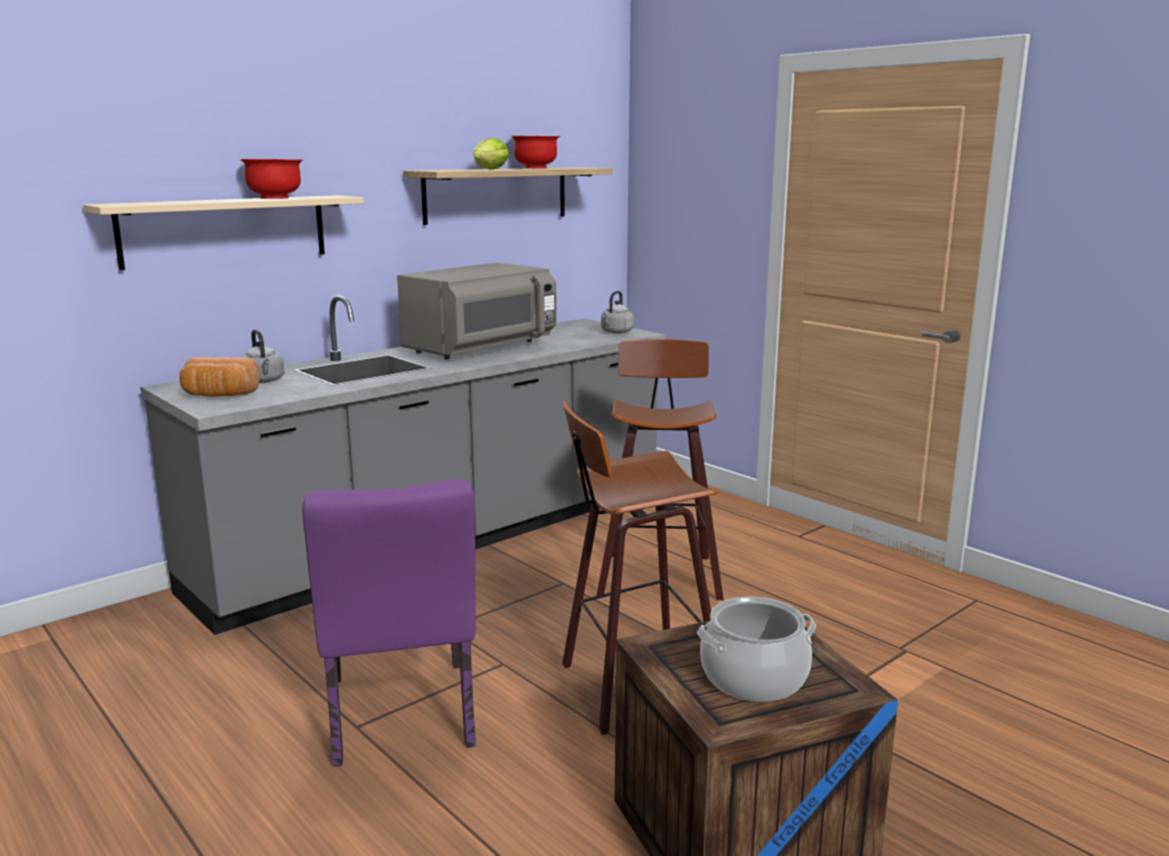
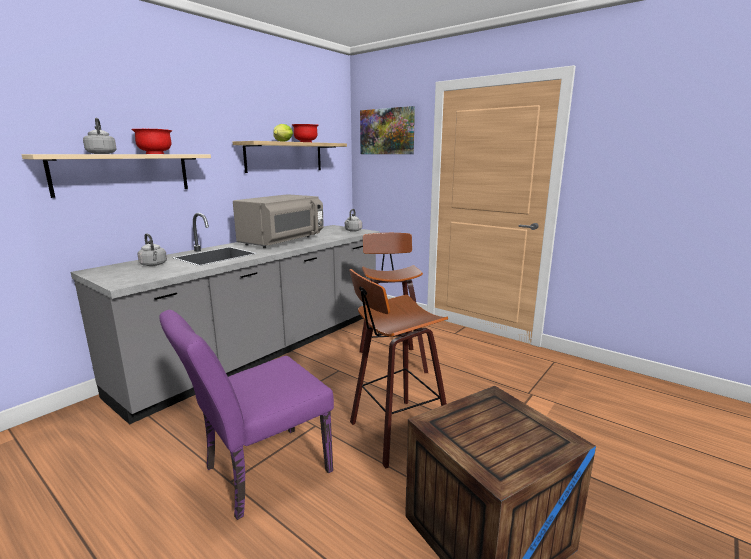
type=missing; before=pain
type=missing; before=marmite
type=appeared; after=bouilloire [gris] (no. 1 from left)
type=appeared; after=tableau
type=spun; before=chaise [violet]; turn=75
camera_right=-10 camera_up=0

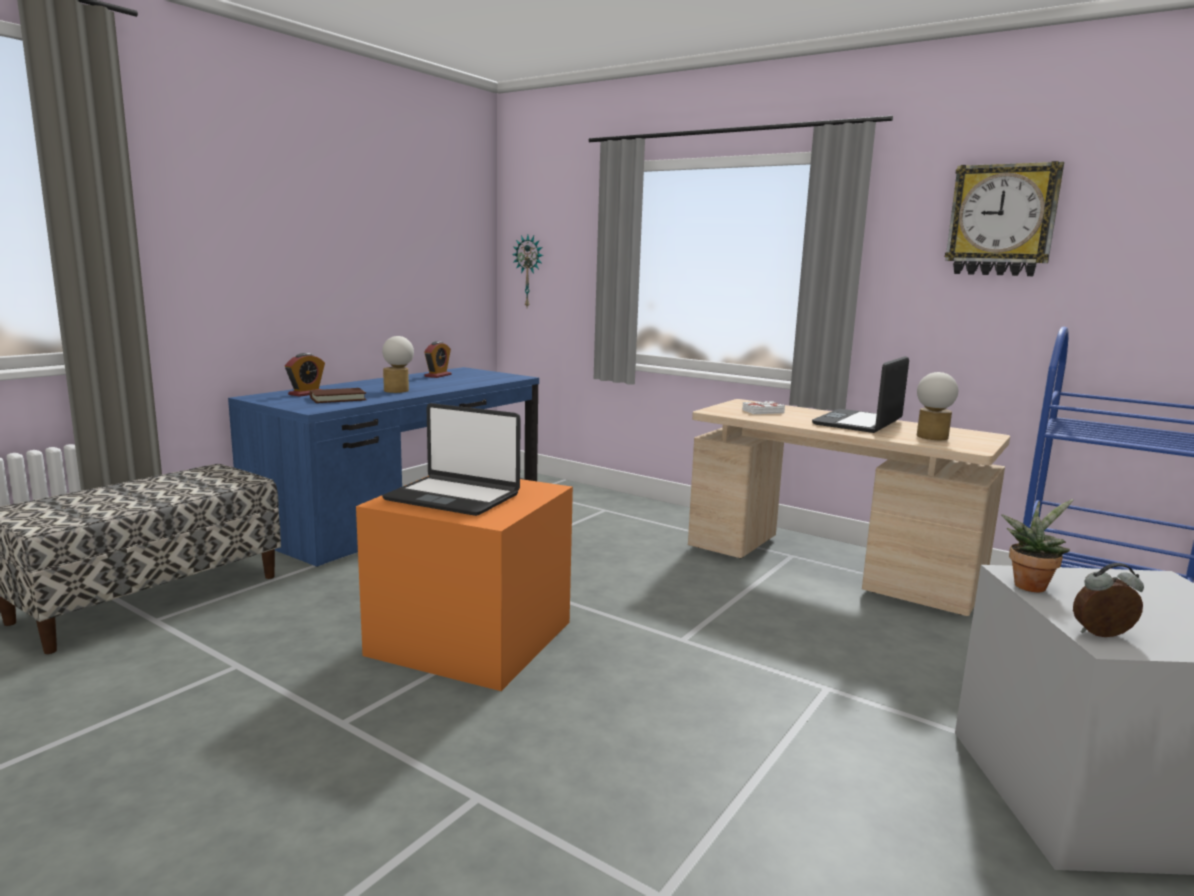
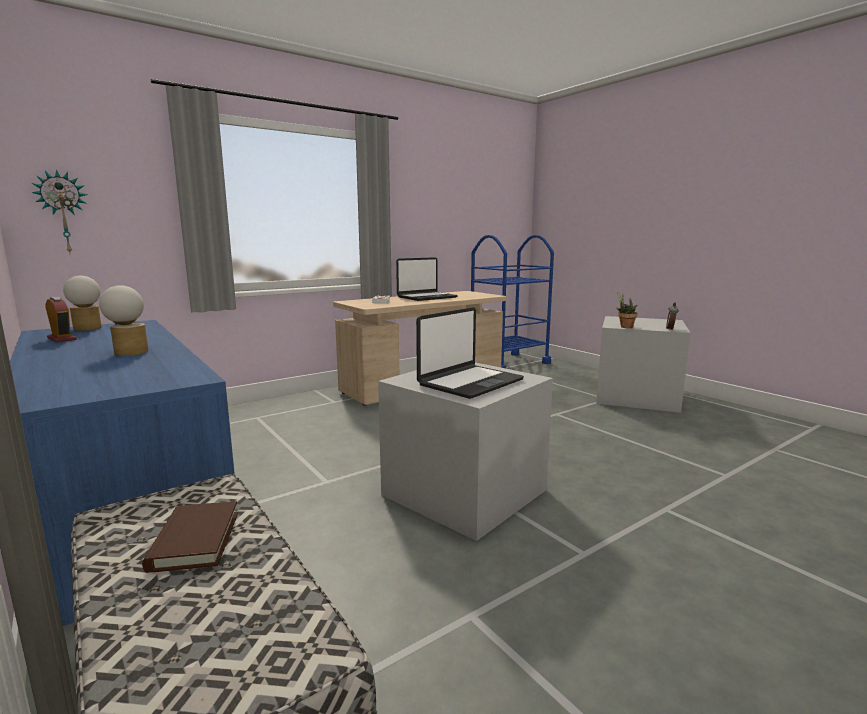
type=missing; before=réveil (no. 1 from left)
type=missing; before=horloge murale (no. 2 from left)
type=relocated; before=livre [marron]
type=relocated; before=lampe de table (no. 2 from left in the first image); after=lampe de table (no. 1 from left)
type=colour; before=boîte de rangement [orange]; after=boîte de rangement [gris] (no. 1 from left)
type=spun; before=ordinateur portable (no. 2 from left in the first image); turn=-90
camera_right=-70 camera_up=0

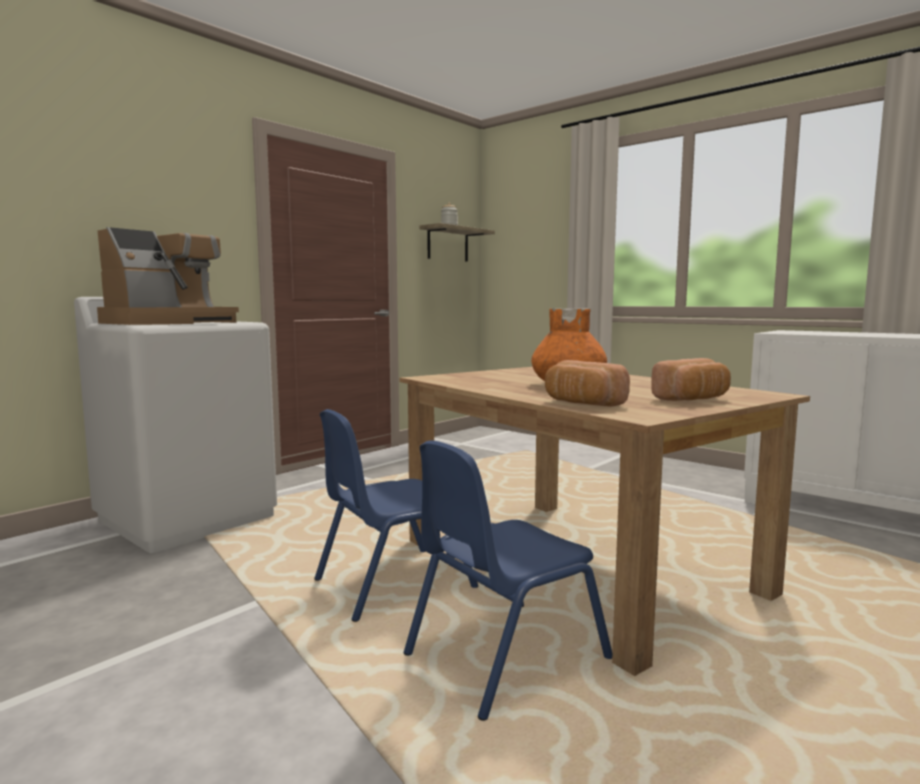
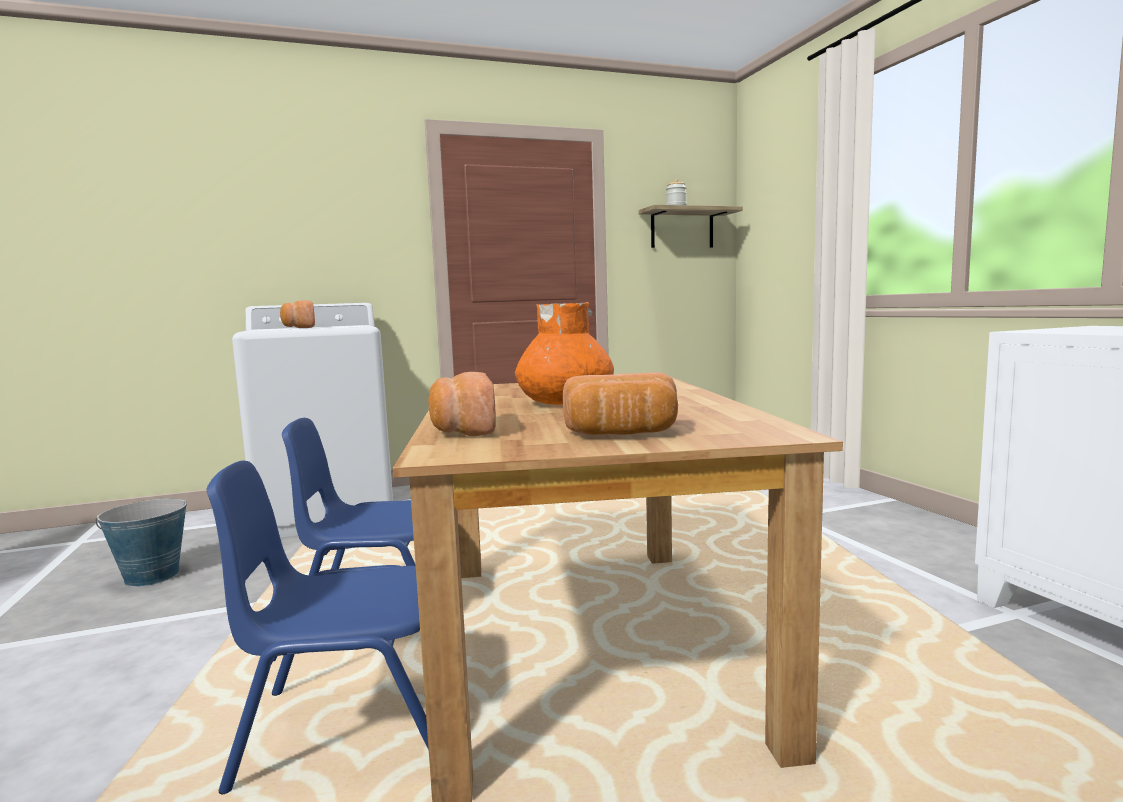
type=appeared; after=seau
type=exchanged; before=machine à café; after=pain (no. 1 from left)
camera_right=30 camera_up=0

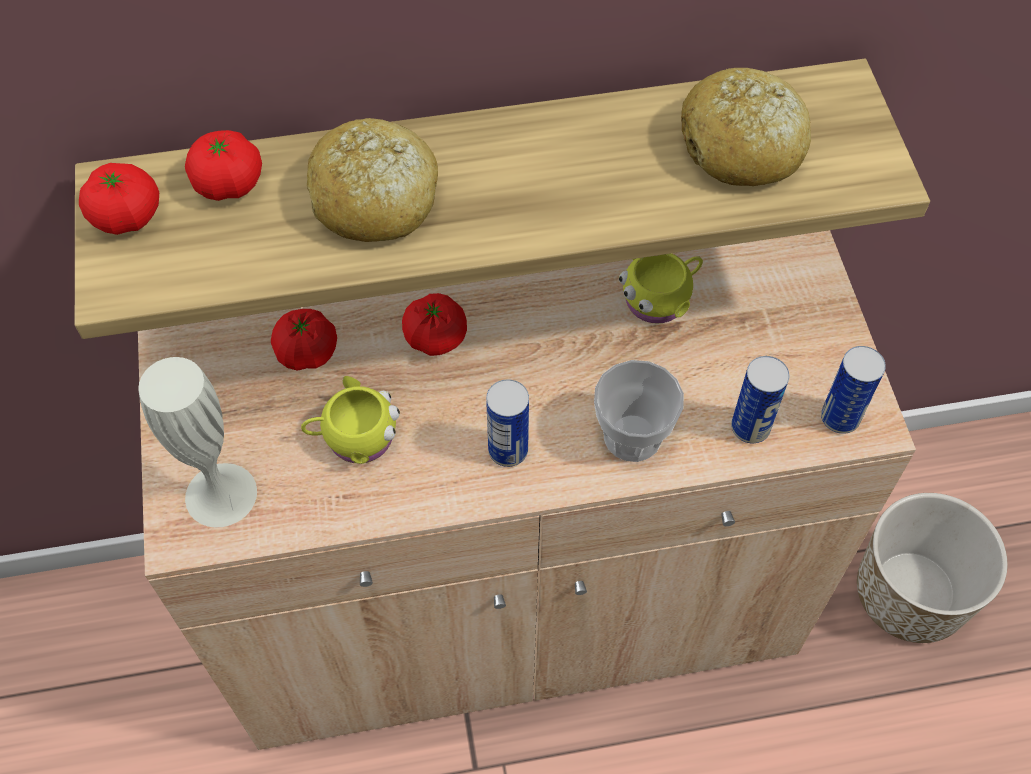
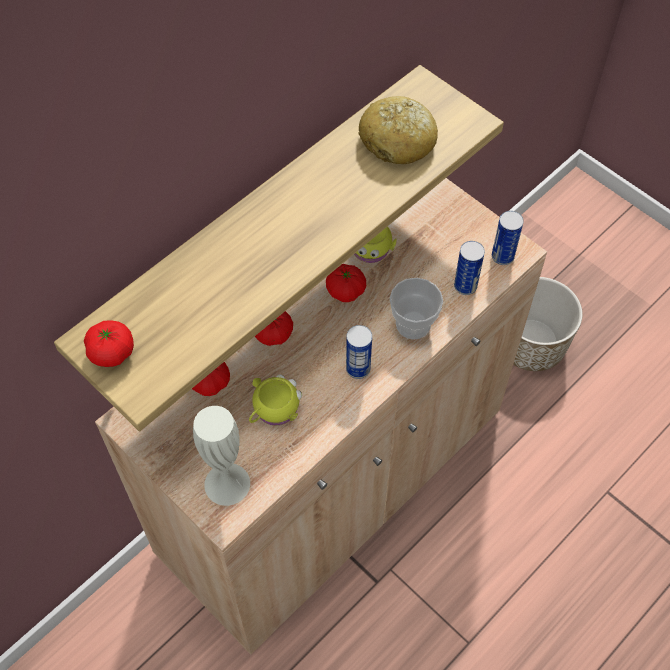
type=missing; before=pain (no. 1 from left)
type=relocated; before=tomate (no. 2 from left in the first image); after=tomate (no. 4 from left)
camera_right=-35 camera_up=0

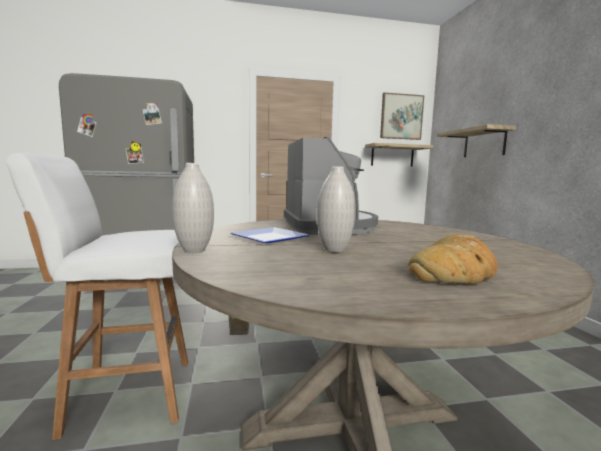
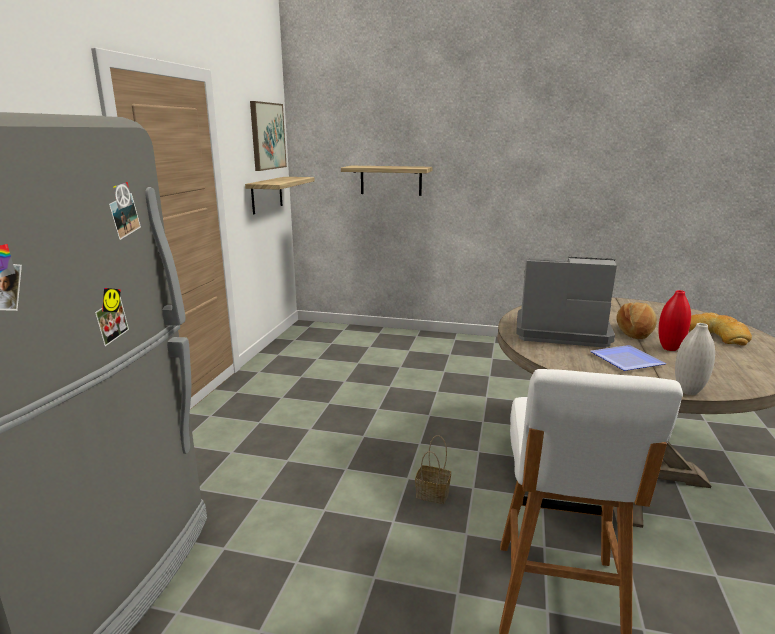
type=appeared; after=pain (no. 1 from left)
type=colour; before=vase [blanc] (no. 2 from left); after=vase [rouge]
camera_right=-65 camera_up=10

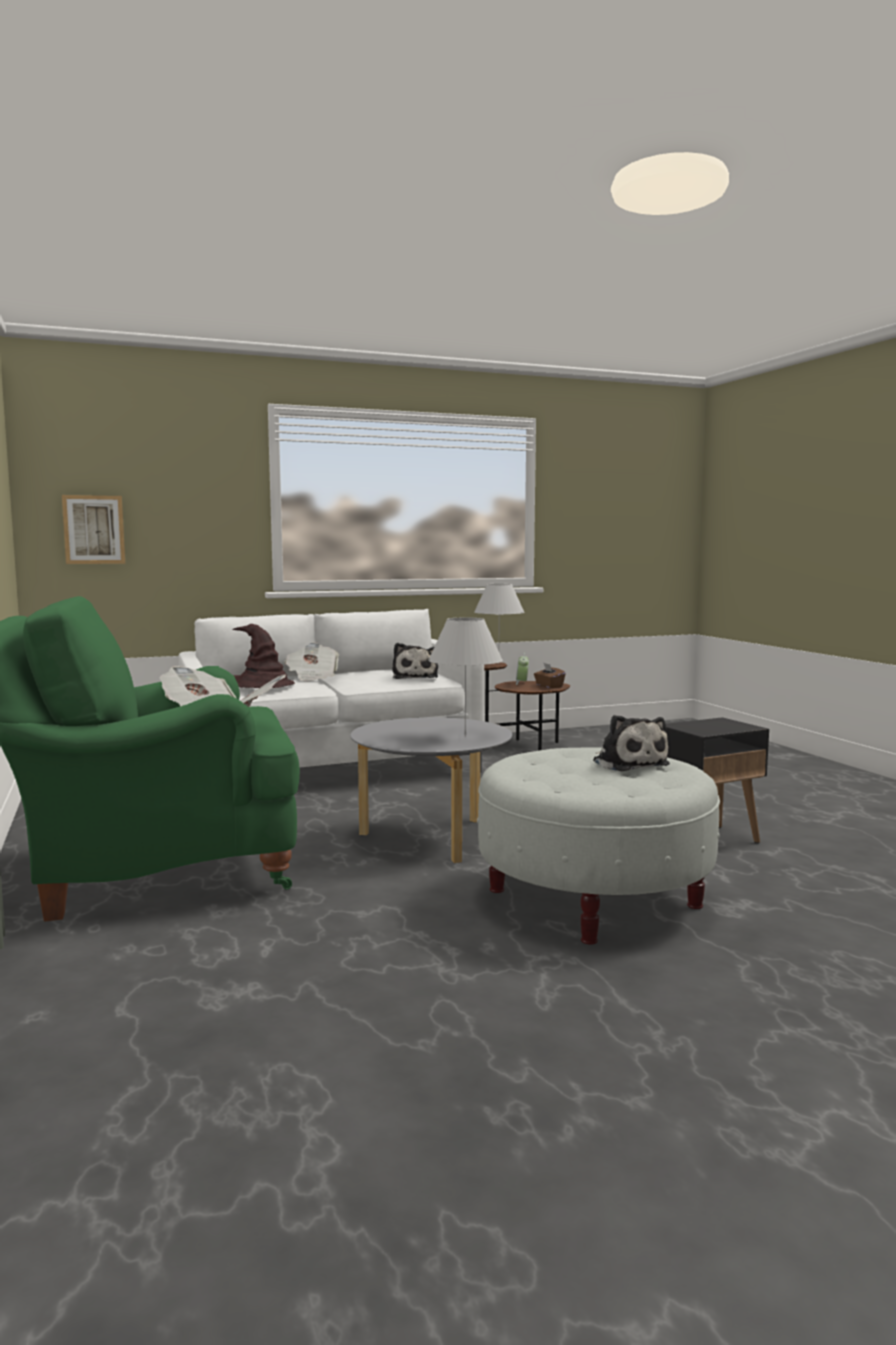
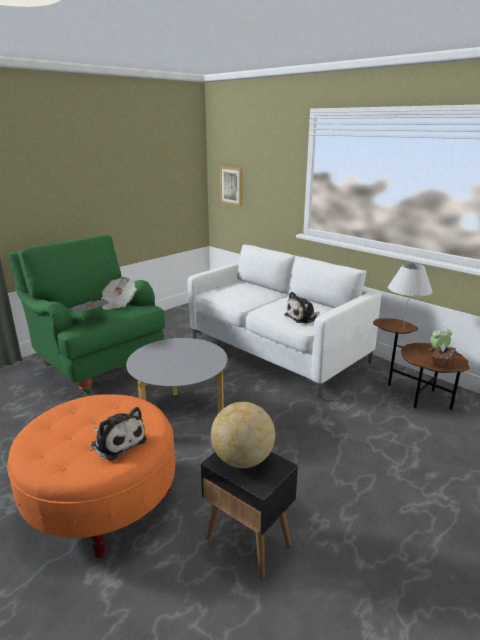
type=missing; before=chapeau [marron]
type=missing; before=journal (no. 3 from left)
type=missing; before=lampe de table [blanc] (no. 1 from left)
type=appeared; after=globe
type=colour; before=pouf [blanc]; after=pouf [orange]
type=spun; before=peluche (no. 2 from left in the first image); turn=-90
camera_right=65 camera_up=15

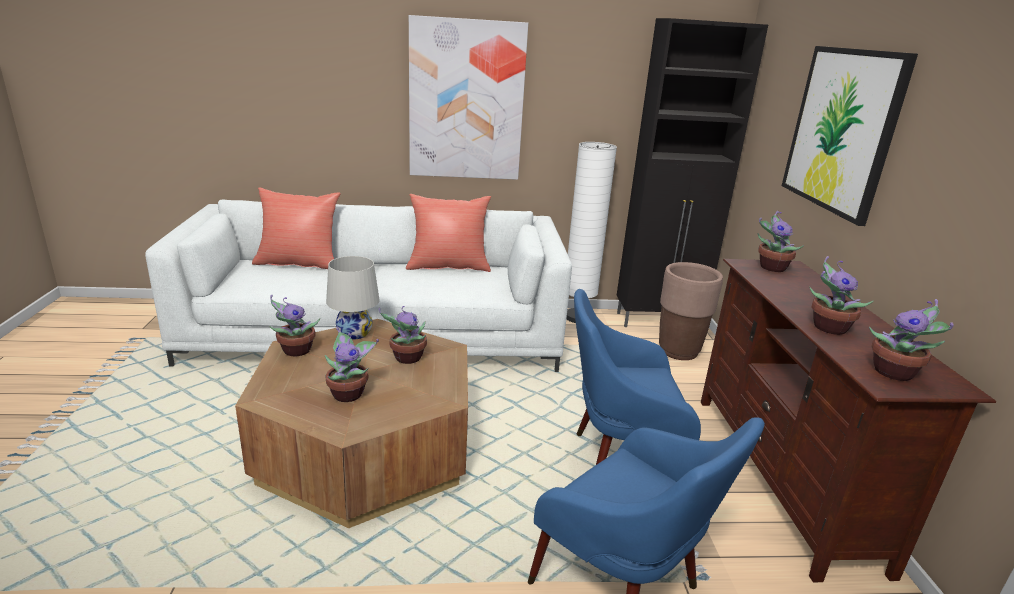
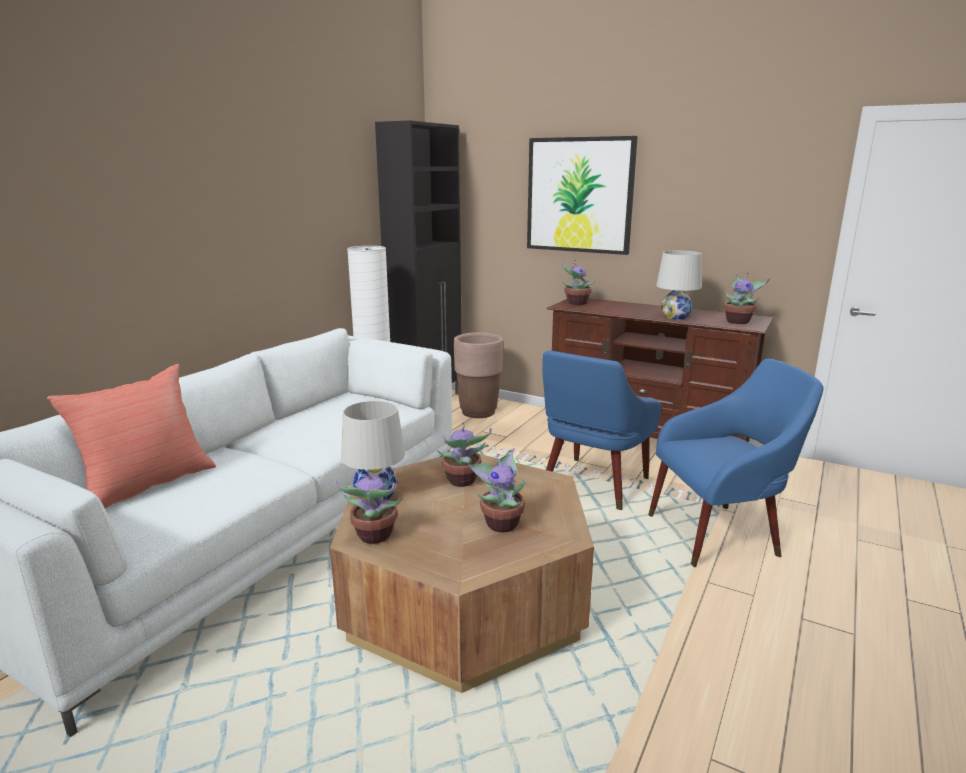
type=missing; before=coussin [rouge] (no. 2 from left)
type=missing; before=tableau (no. 1 from left)
type=exchanged; before=plante en pot (no. 5 from left); after=lampe de table [blanc] (no. 2 from left)
camera_right=-55 camera_up=-5

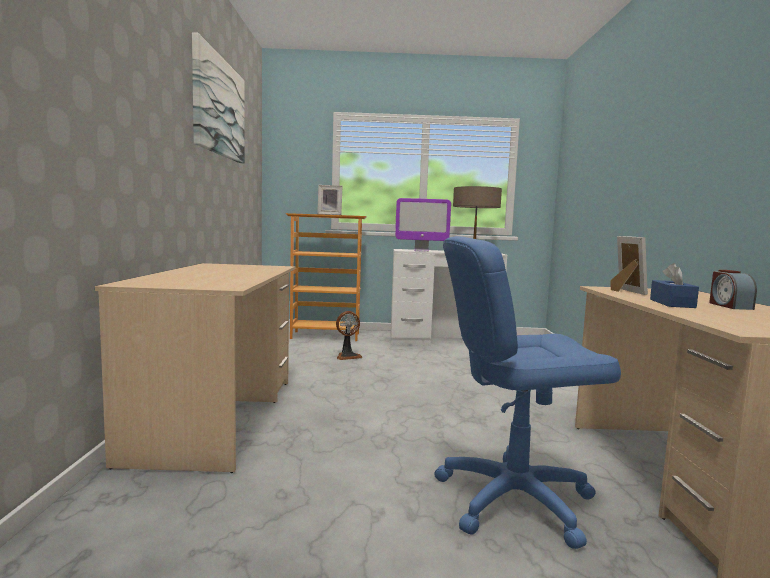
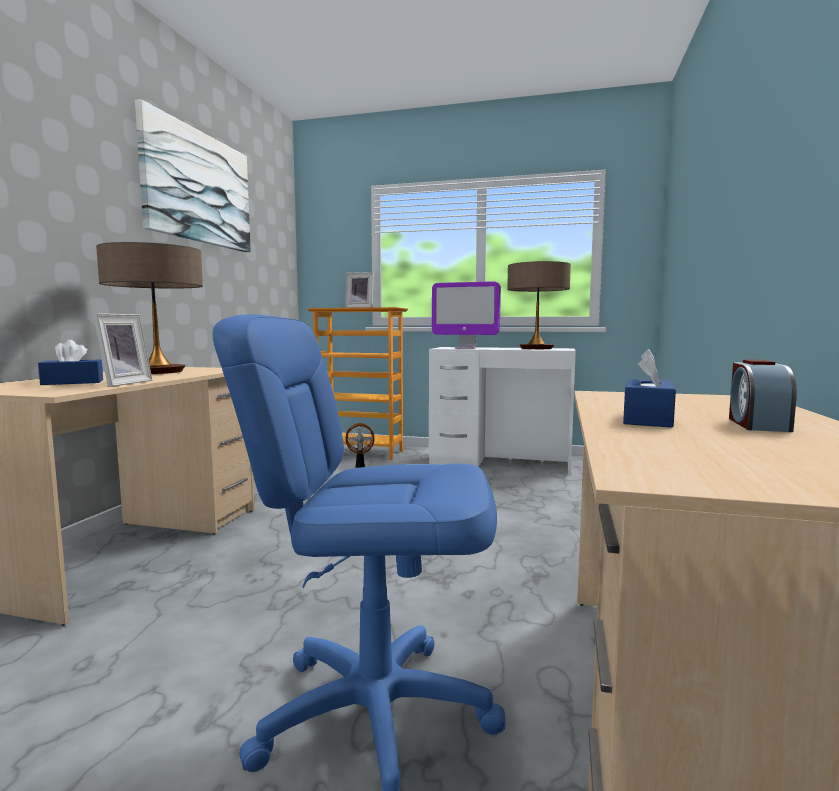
type=appeared; after=boîte à mouchoirs [bleu] (no. 1 from left)
type=appeared; after=lampe de table (no. 1 from left)
type=relocated; before=cadre photo (no. 2 from left in the first image); after=cadre photo (no. 1 from left)
camera_right=15 camera_up=0

